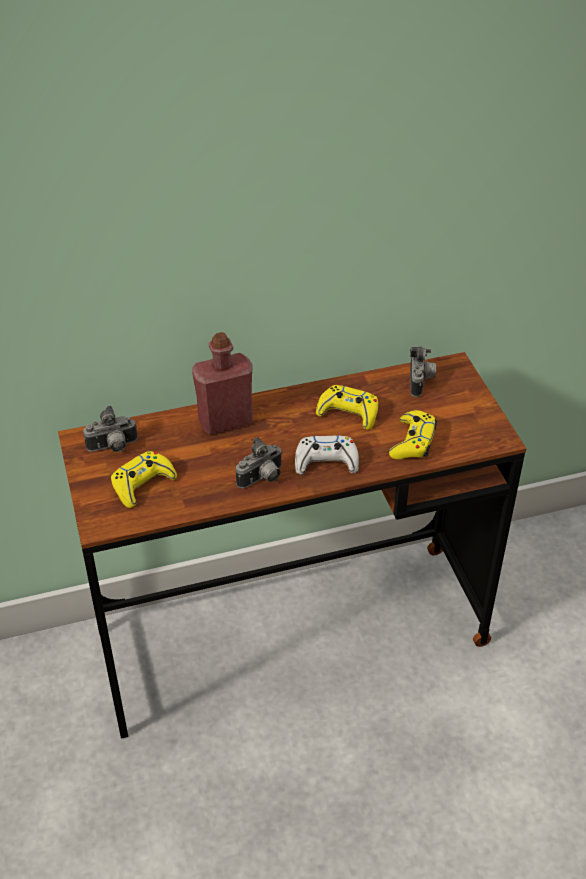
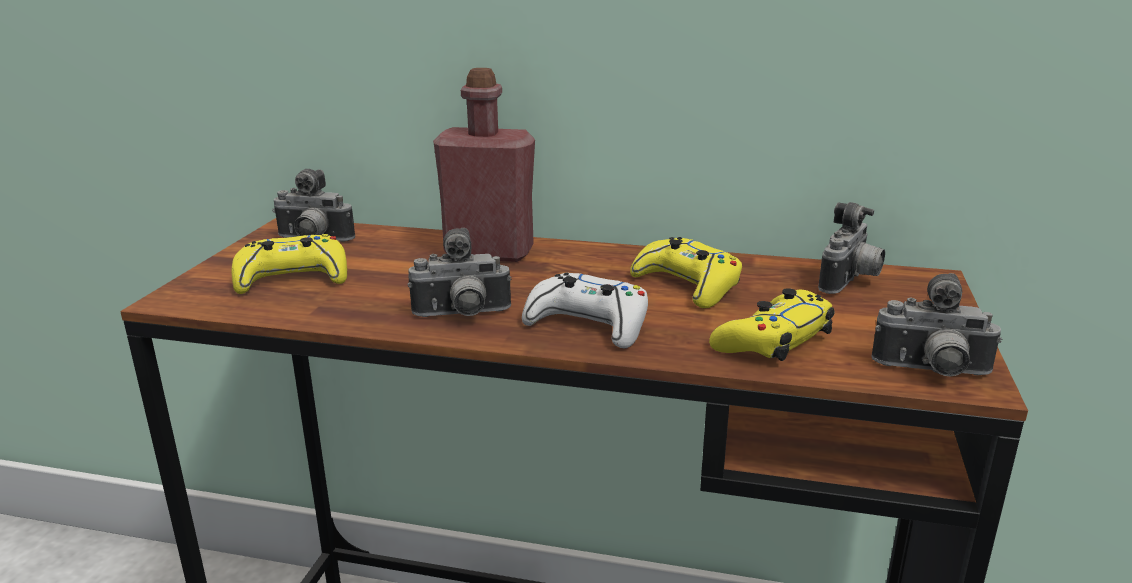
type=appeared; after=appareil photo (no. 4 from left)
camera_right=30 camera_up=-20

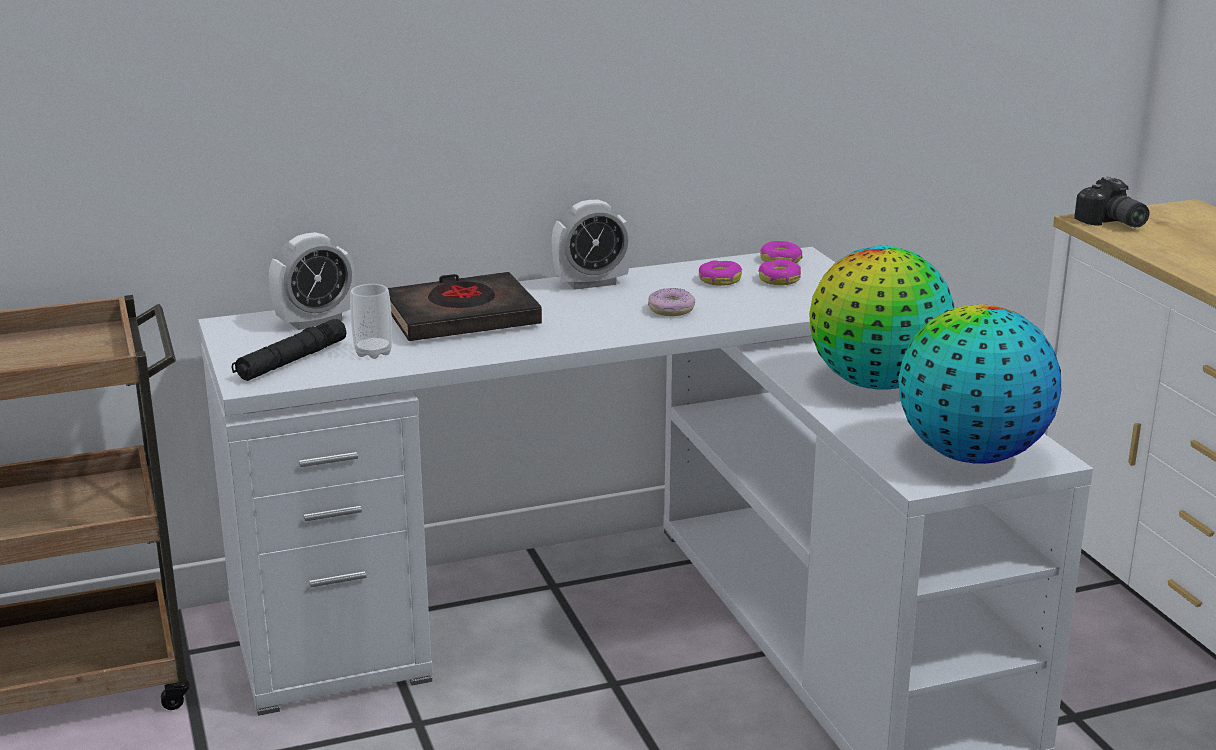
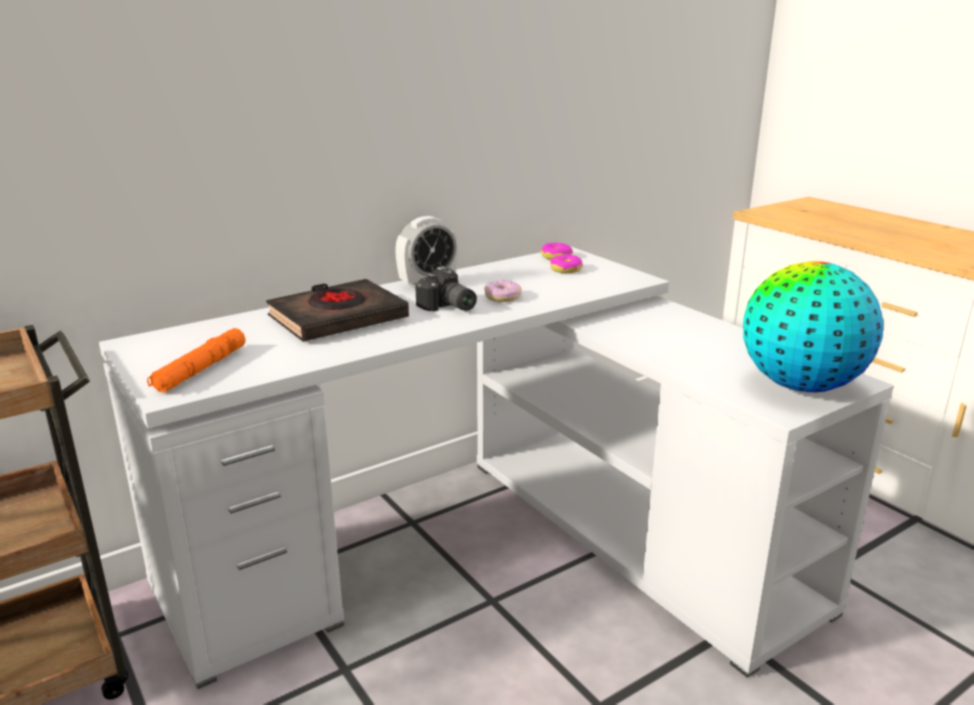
type=missing; before=réveil (no. 1 from left)
type=missing; before=tasse
type=missing; before=beignet (no. 2 from left)
type=missing; before=globe (no. 1 from left)
type=relocated; before=appareil photo
type=colour; before=lampe de poche [noir]; after=lampe de poche [orange]
camera_right=-15 camera_up=0

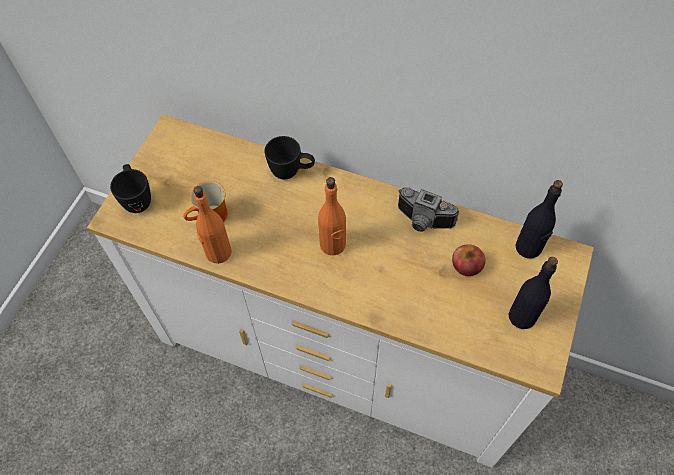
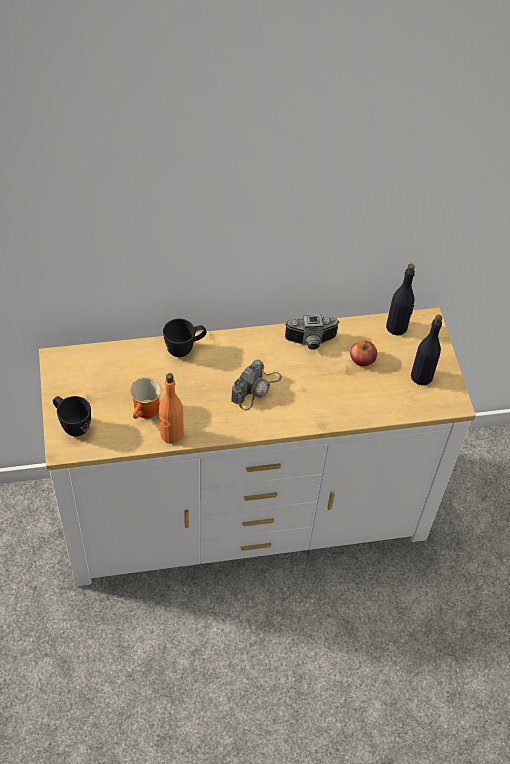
type=exchanged; before=bouteille [orange] (no. 2 from left); after=appareil photo (no. 1 from left)
camera_right=-35 camera_up=-5

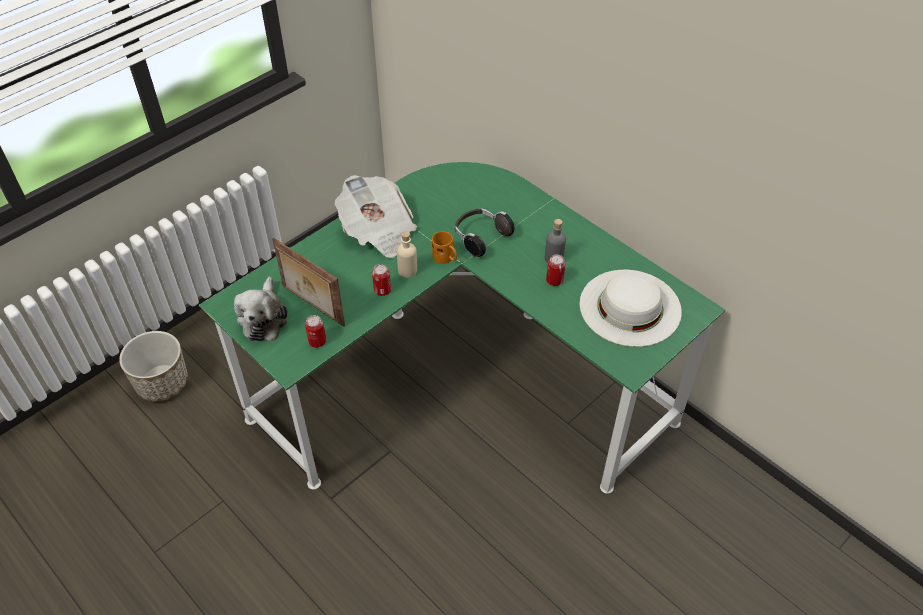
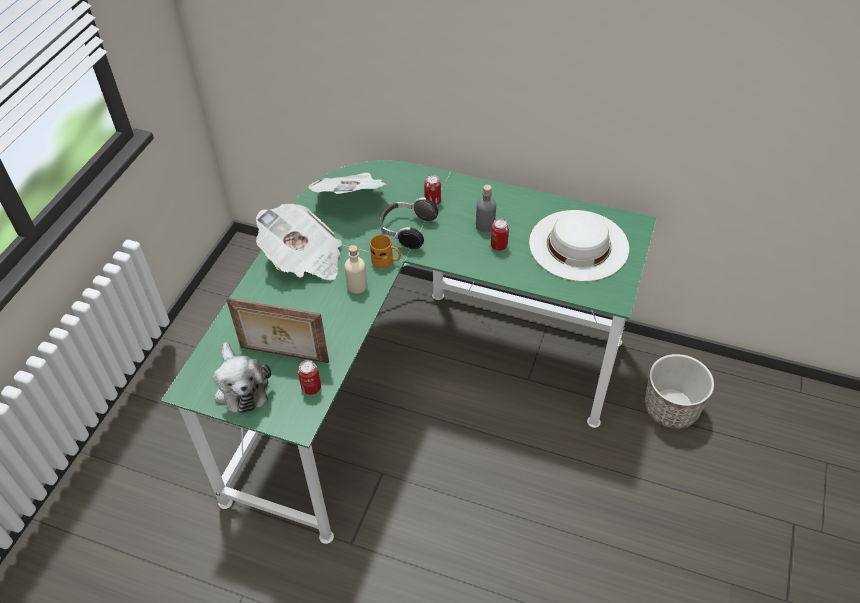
type=appeared; after=journal (no. 2 from left)
type=relocated; before=cache-pot
type=relocated; before=boîte métallique (no. 2 from left)
camera_right=-25 camera_up=0

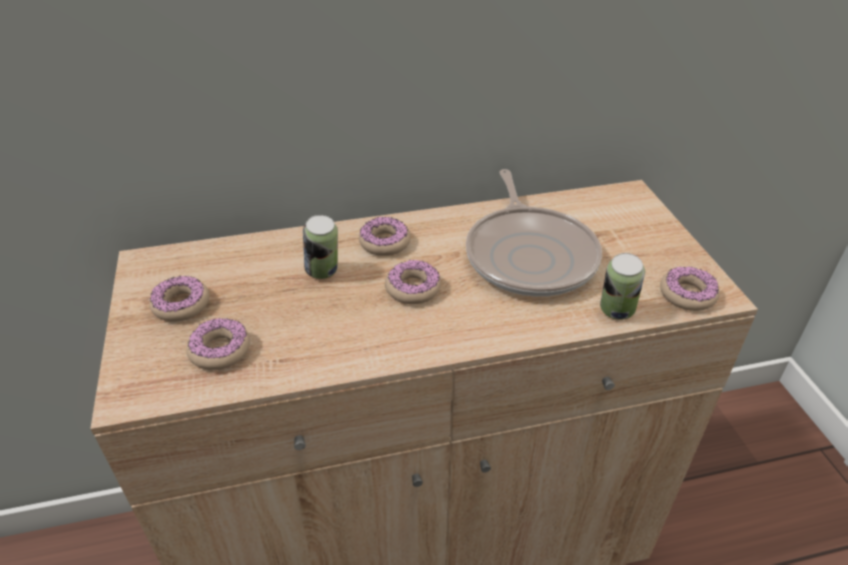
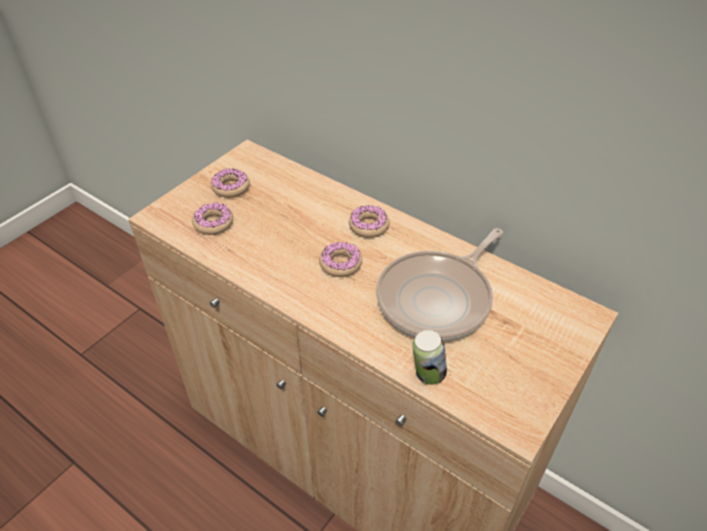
type=missing; before=boîte métallique (no. 1 from left)
type=missing; before=beignet (no. 5 from left)
camera_right=50 camera_up=5

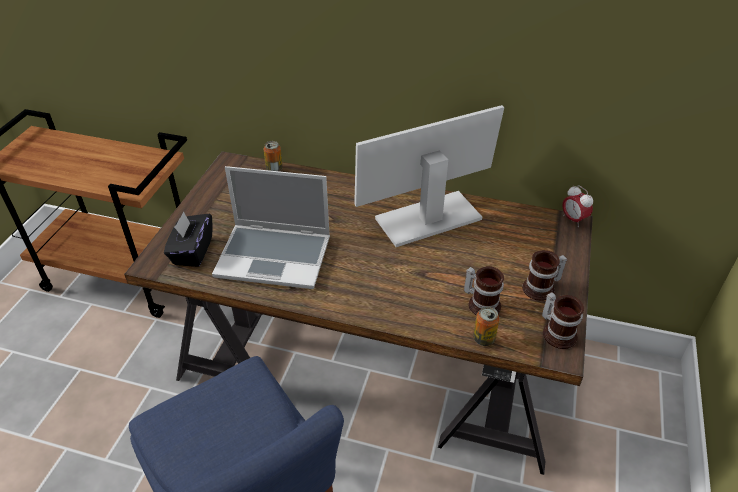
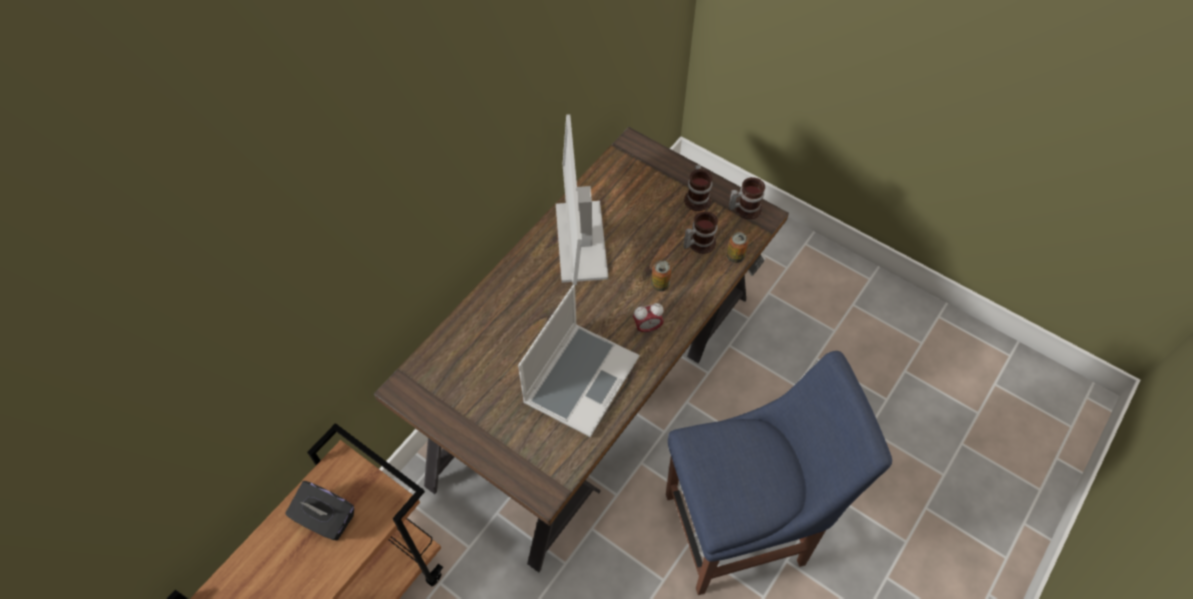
type=relocated; before=boîte à mouchoirs [noir]
type=relocated; before=boîte métallique (no. 1 from left)
type=relocated; before=réveil
camera_right=-70 camera_up=15

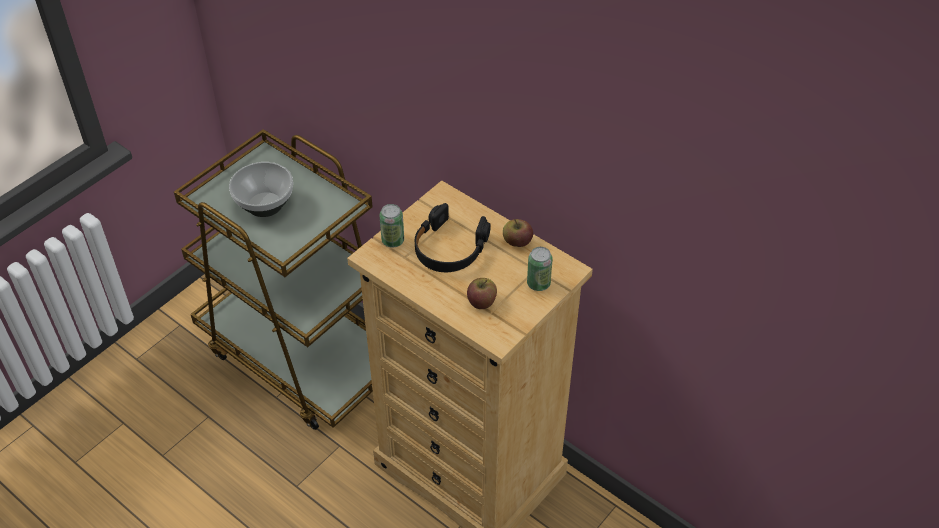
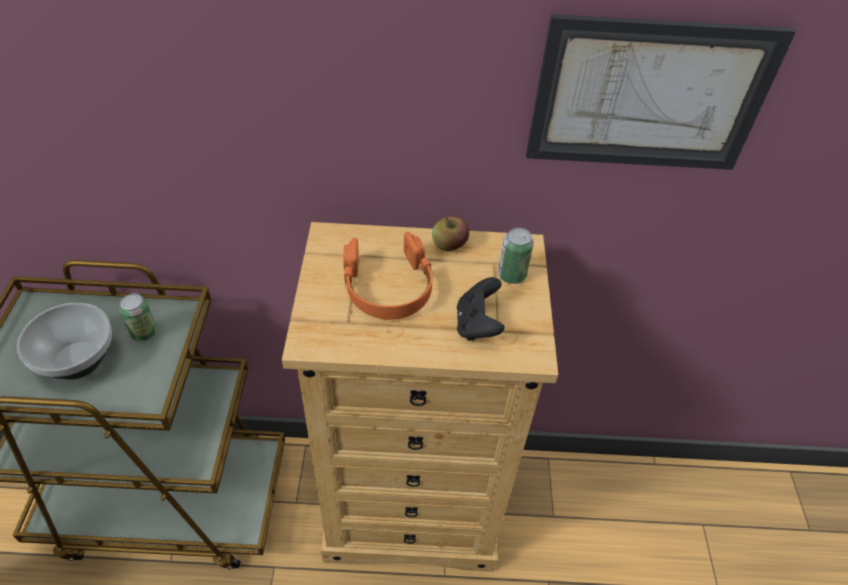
type=appeared; after=tableau
type=relocated; before=boîte métallique (no. 1 from left)
type=exchanged; before=pomme (no. 1 from left); after=manette [noir]
type=colour; before=casque audio [noir]; after=casque audio [orange]
camera_right=-40 camera_up=0

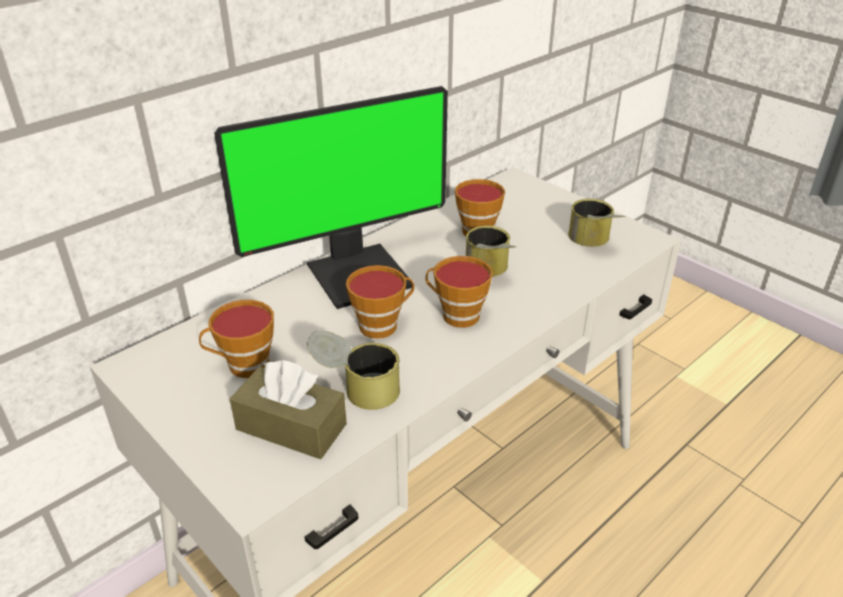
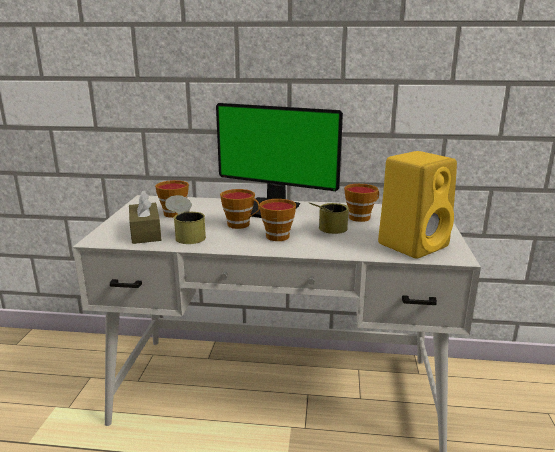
type=exchanged; before=boîte métallique (no. 3 from left); after=enceinte [jaune]
camera_right=50 camera_up=-15

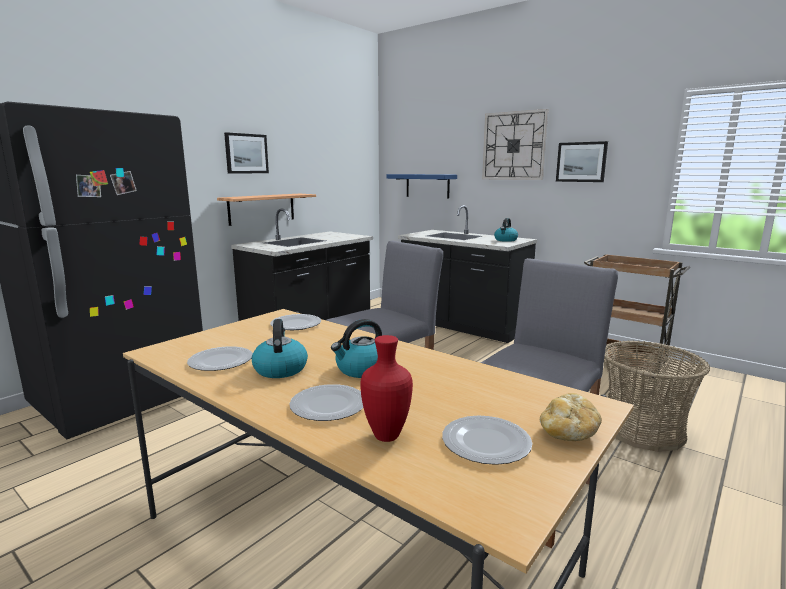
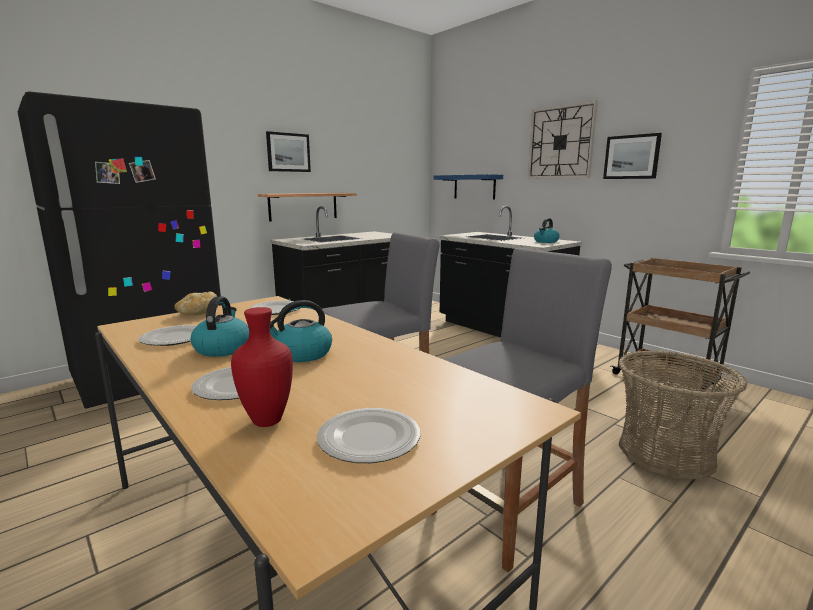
type=relocated; before=pain
camera_right=10 camera_up=0

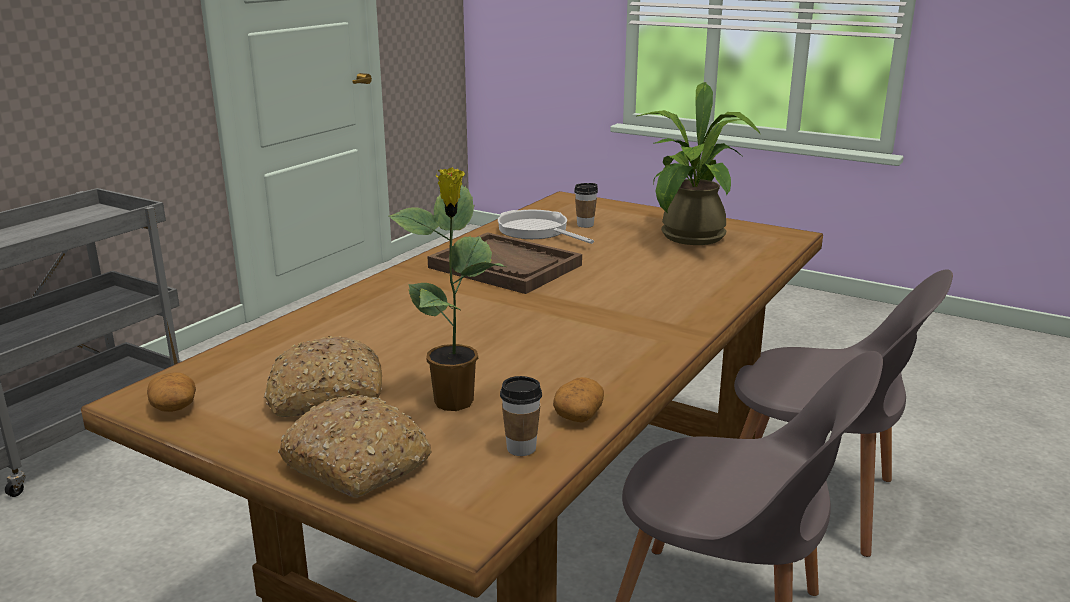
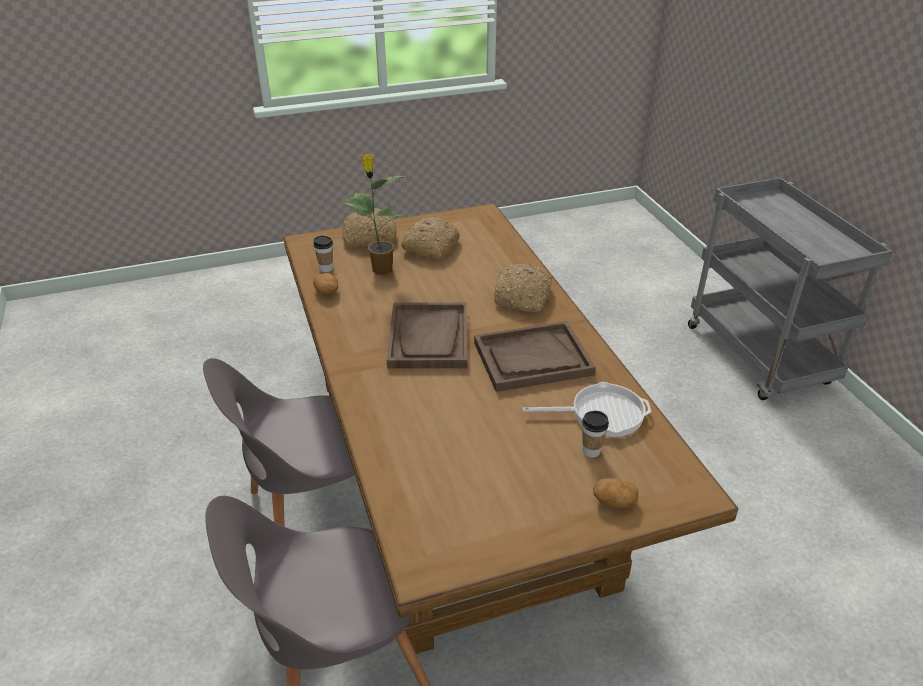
type=missing; before=plante en pot (no. 2 from left)
type=appeared; after=plateau [marron] (no. 1 from left)
type=appeared; after=pain (no. 3 from left)
type=relocated; before=pomme de terre (no. 1 from left in the first image); after=pomme de terre (no. 2 from left)
camera_right=130 camera_up=15

